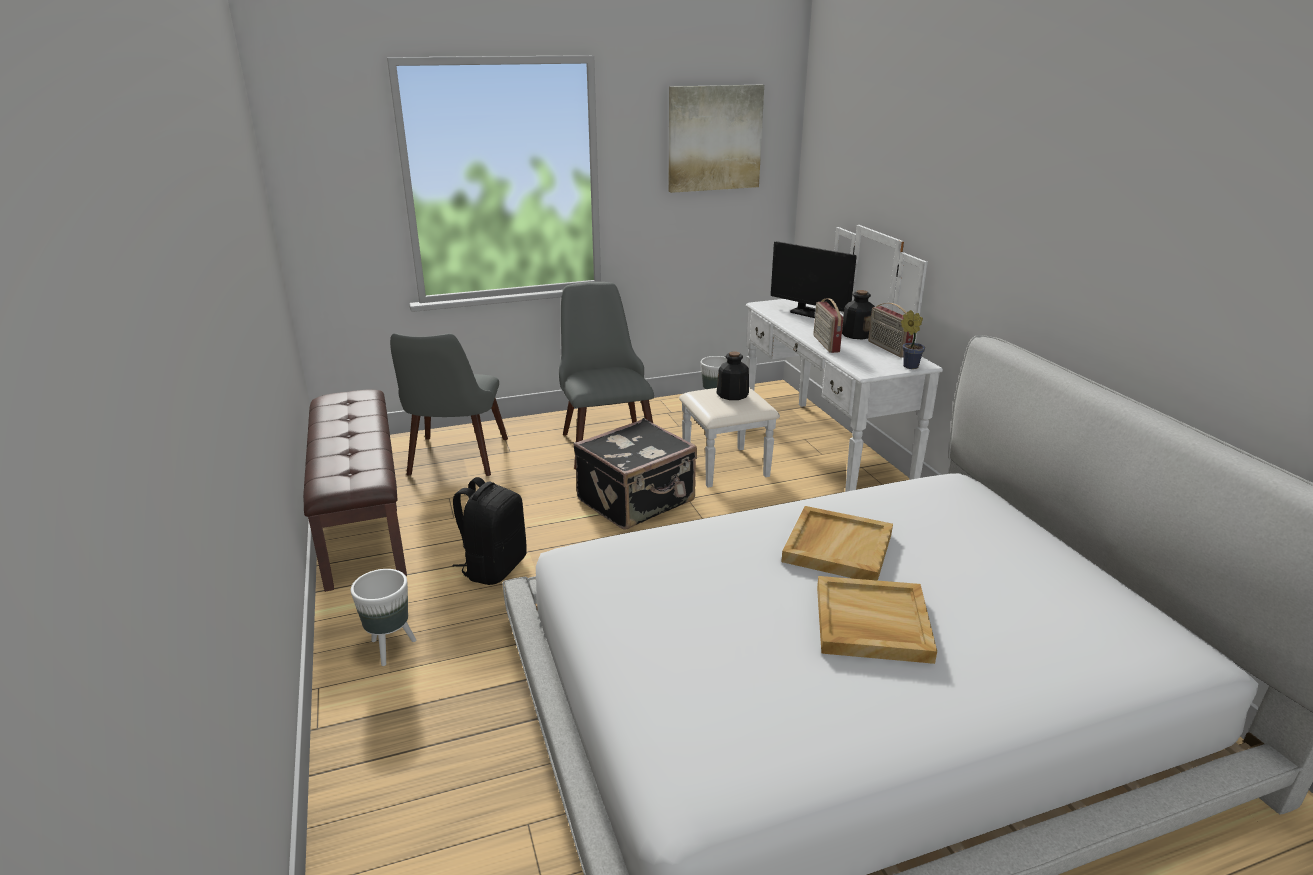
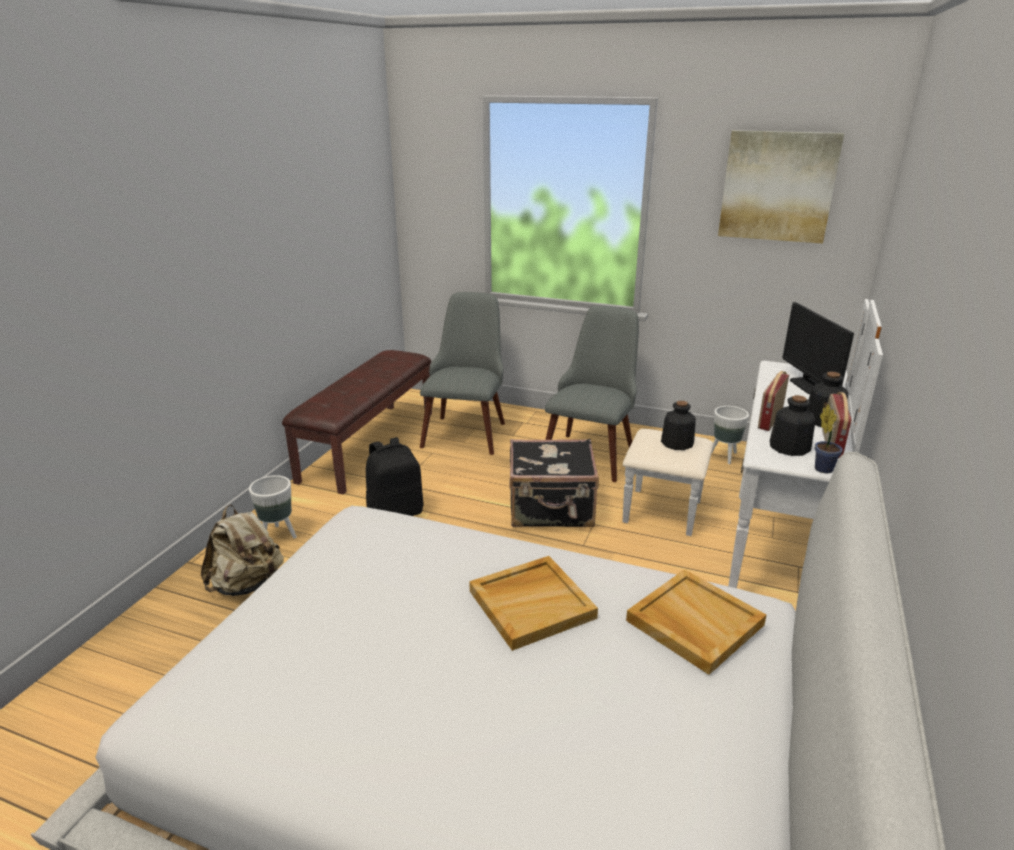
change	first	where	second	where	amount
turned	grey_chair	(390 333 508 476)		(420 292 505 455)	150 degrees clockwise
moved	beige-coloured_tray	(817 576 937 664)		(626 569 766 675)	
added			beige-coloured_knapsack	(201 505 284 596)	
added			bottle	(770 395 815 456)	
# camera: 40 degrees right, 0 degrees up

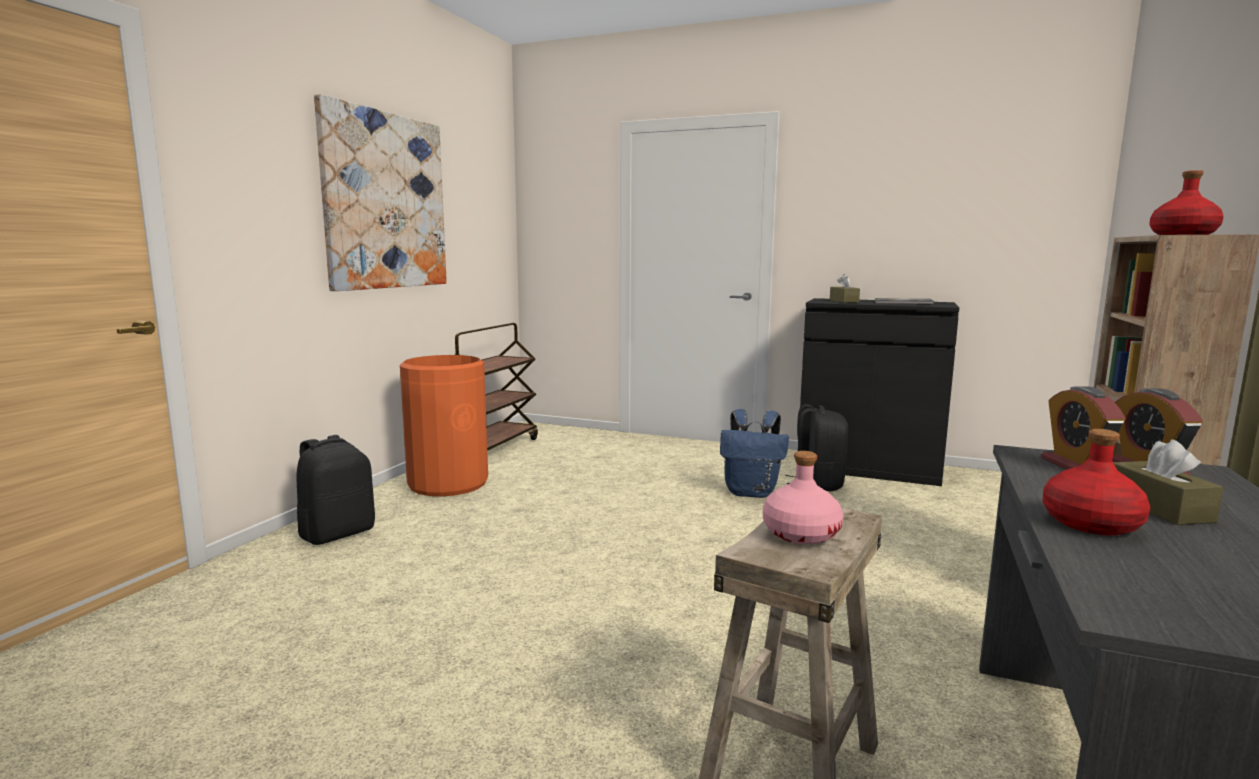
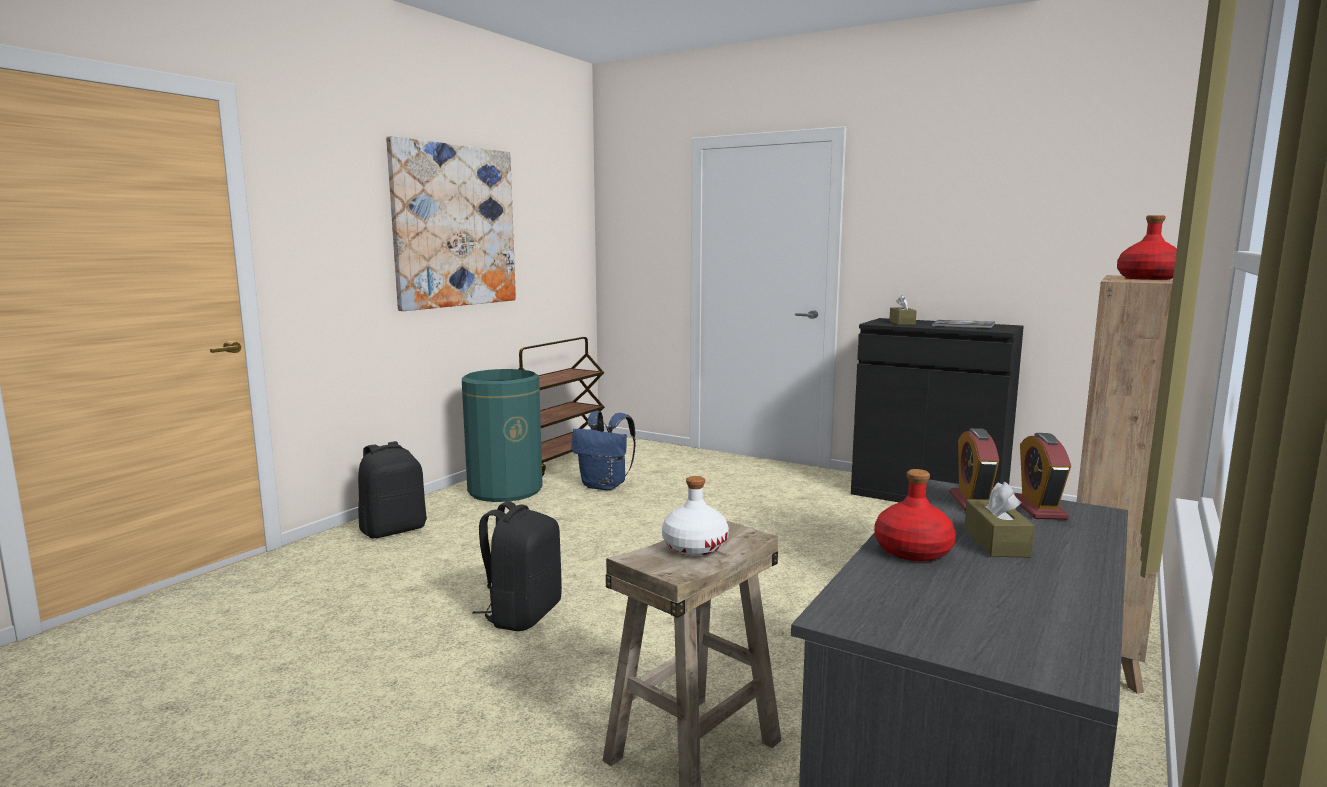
change	first	where	second	where	amount
recoloured	orange-coloured_rubbish_bin	(400 355 488 497)	green-coloured_rubbish_bin	(462 369 543 502)	
moved	blue_knapsack	(720 409 789 498)		(572 411 636 491)	
recoloured	pink-coloured_bottle	(763 451 843 544)	whitish_bottle	(662 476 729 555)	
moved	black_knapsack	(785 404 848 491)		(472 501 562 631)	
# camera: 10 degrees right, 0 degrees up

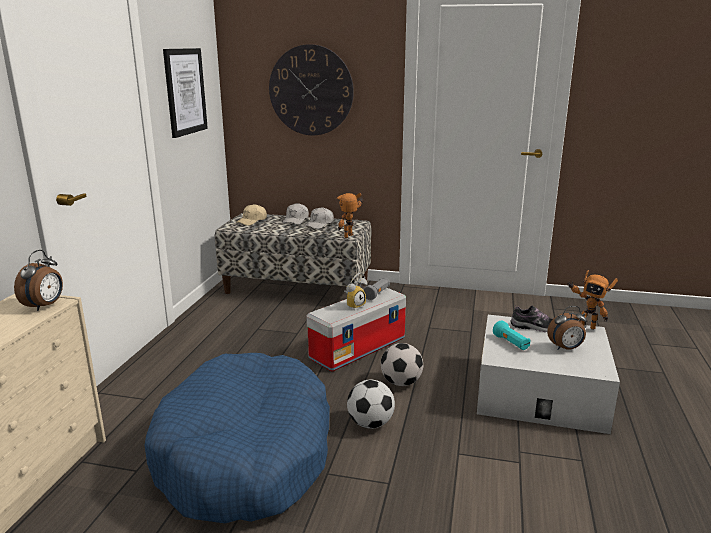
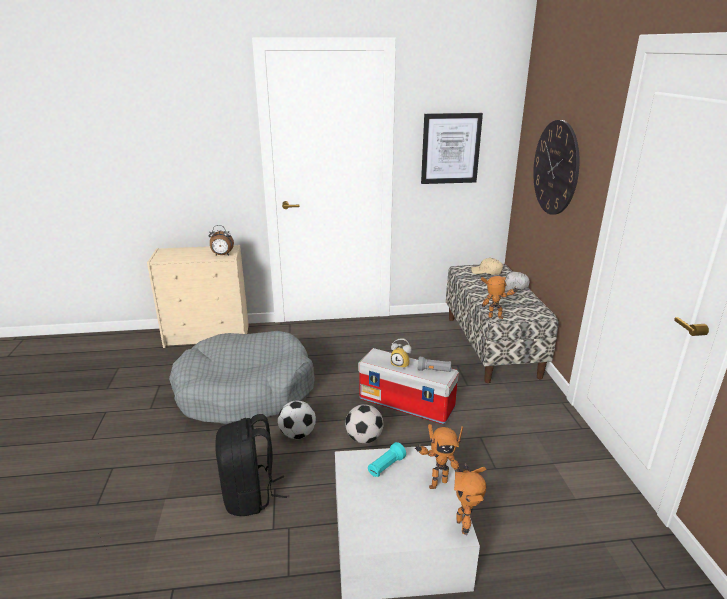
change	first	where	second	where	amount
recoloured	blue_dog_cushion	(144 353 330 523)	grey_dog_cushion	(169 331 315 424)	
removed	whitish_peaked_cap	(304 207 334 229)			
replaced	shoe	(510 305 553 332)	toy_robot	(415 424 463 489)	
removed	bedside_clock	(547 306 587 350)			
added			black_knapsack	(216 414 287 516)	
# camera: 70 degrees right, 5 degrees up

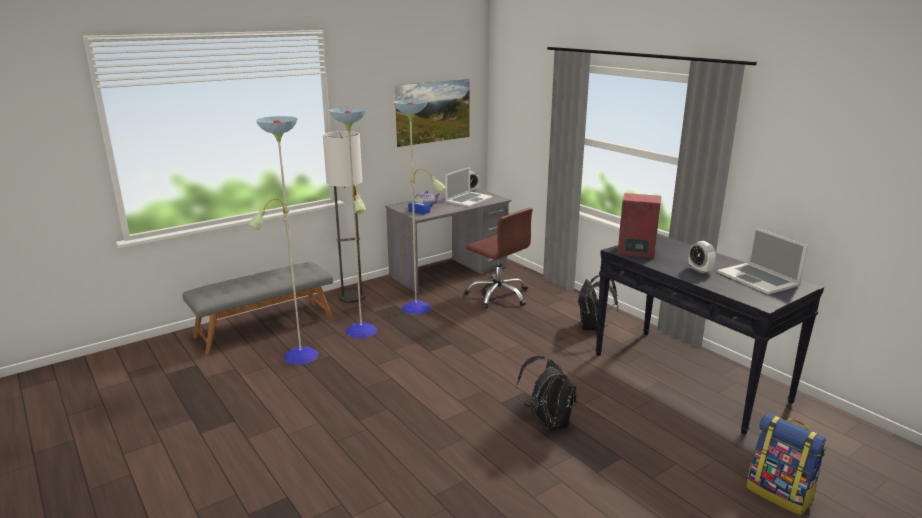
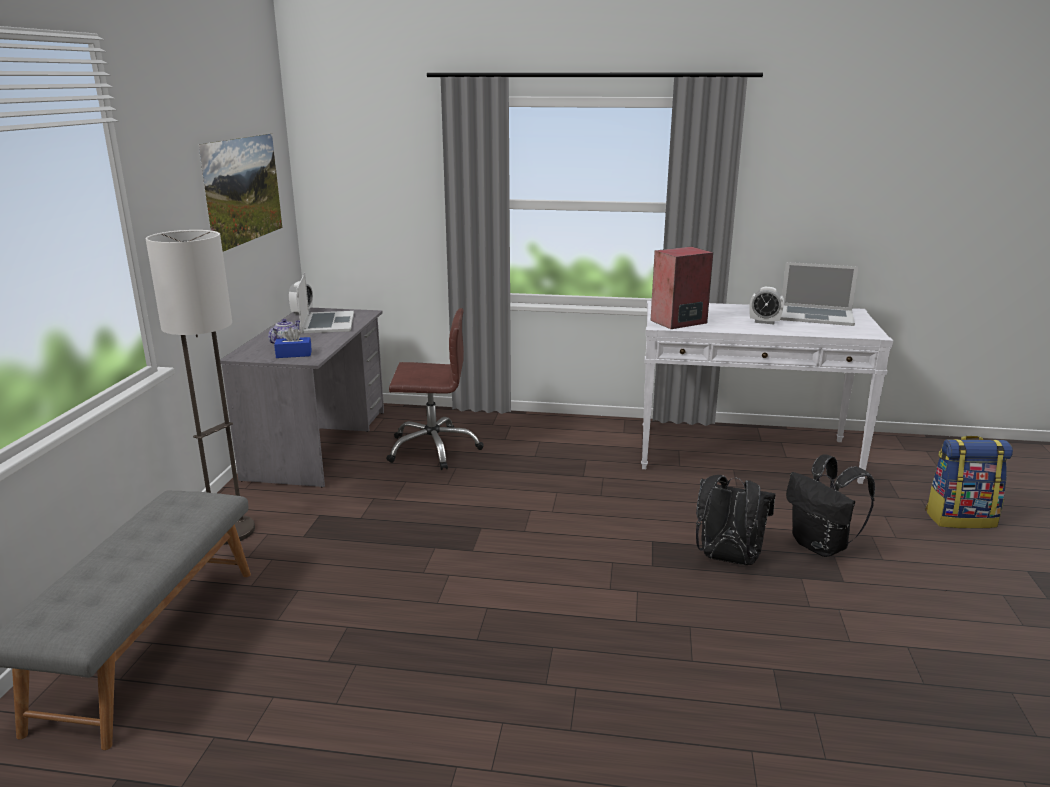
change	first	where	second	where	amount
removed	standard_lamp	(248 99 446 365)			
moved	black_knapsack	(577 275 618 331)		(786 454 875 557)	
recoloured	black_narrow_table	(595 234 824 435)	whitish_narrow_table	(641 301 893 484)	
# camera: 45 degrees left, 0 degrees up

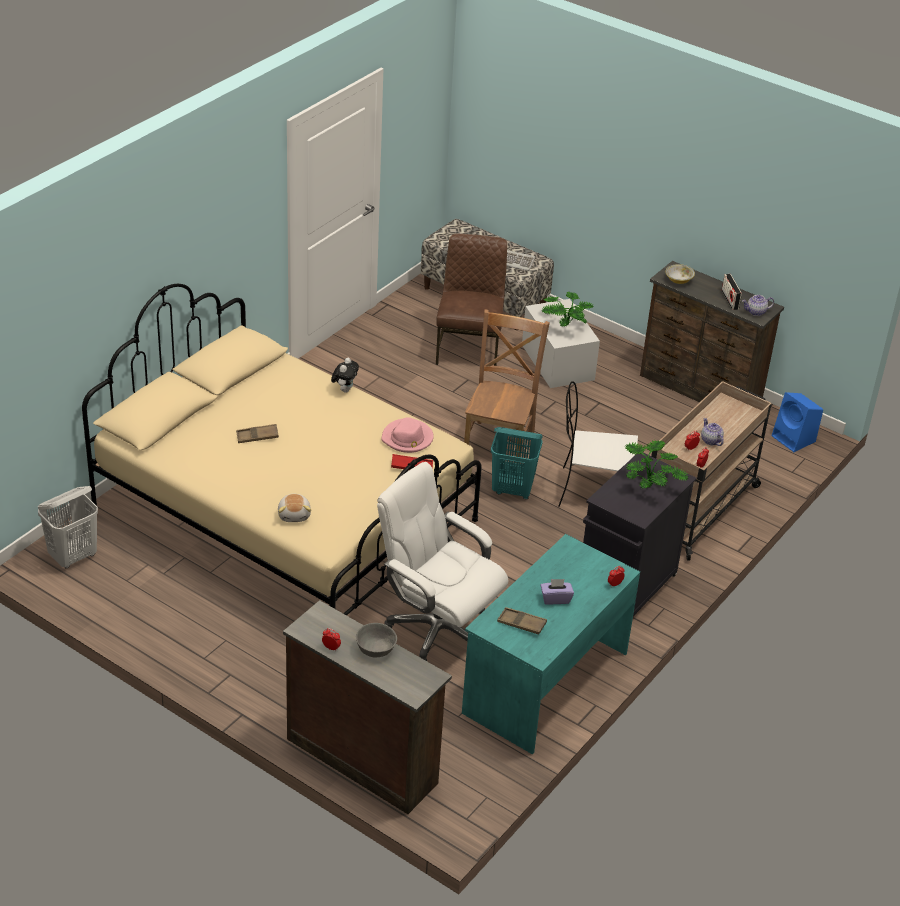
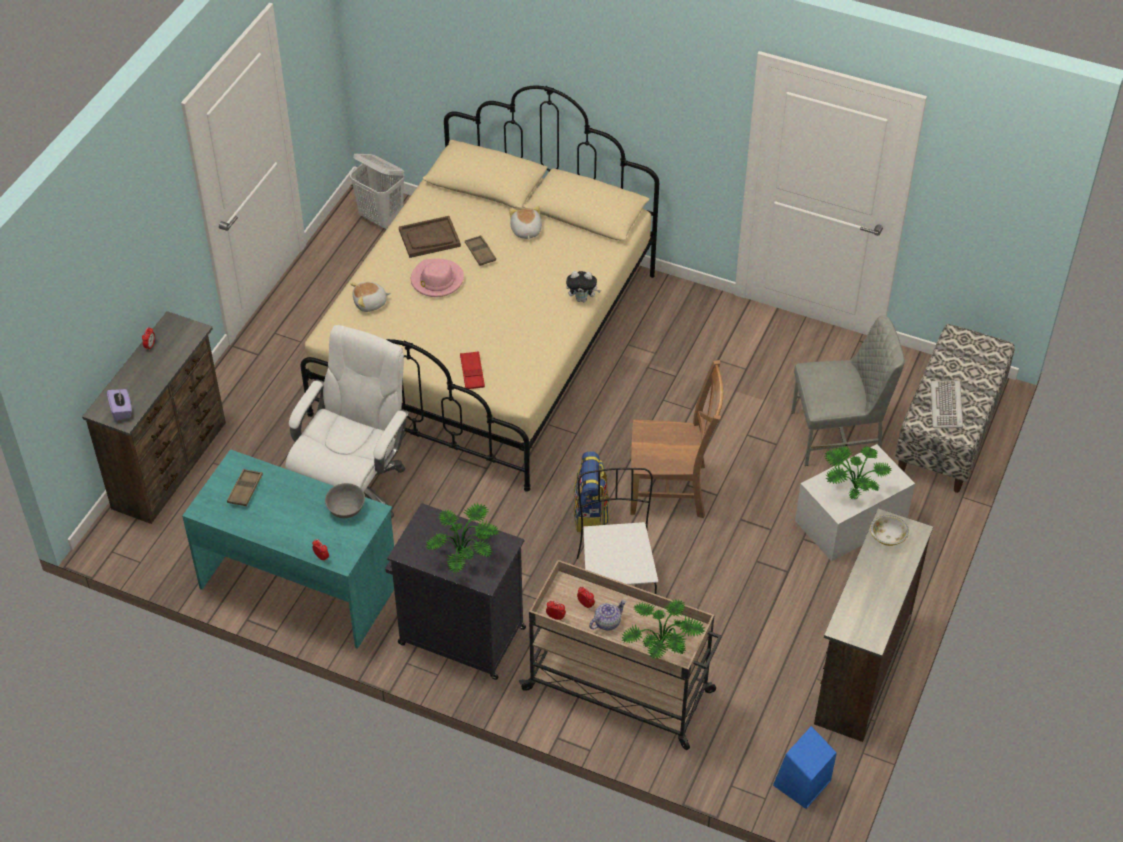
change	first	where	second	where	amount
moved	grey_deep_dish	(356 623 397 658)		(325 483 365 518)	
moved	pink-coloured_wearable_hat	(381 417 434 453)		(411 259 464 297)	
recoloured	brown_chair	(436 233 507 366)	grey_chair	(791 315 905 466)	
replaced	blue-green_hamper	(491 427 543 499)	knapsack	(574 451 609 533)	
moved	purplish_tissue_holder	(540 579 574 605)		(107 389 132 421)	
removed	radio_set	(722 274 742 310)			
removed	pot_for_tea	(742 295 774 316)			
added			brown_tray	(399 216 461 258)	
added			soft_toy	(509 206 542 240)	
added			houseplant	(621 599 705 659)	
# camera: 80 degrees right, 10 degrees up

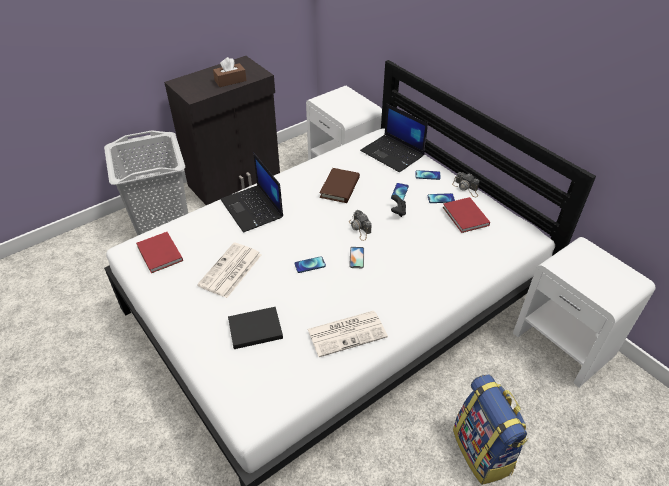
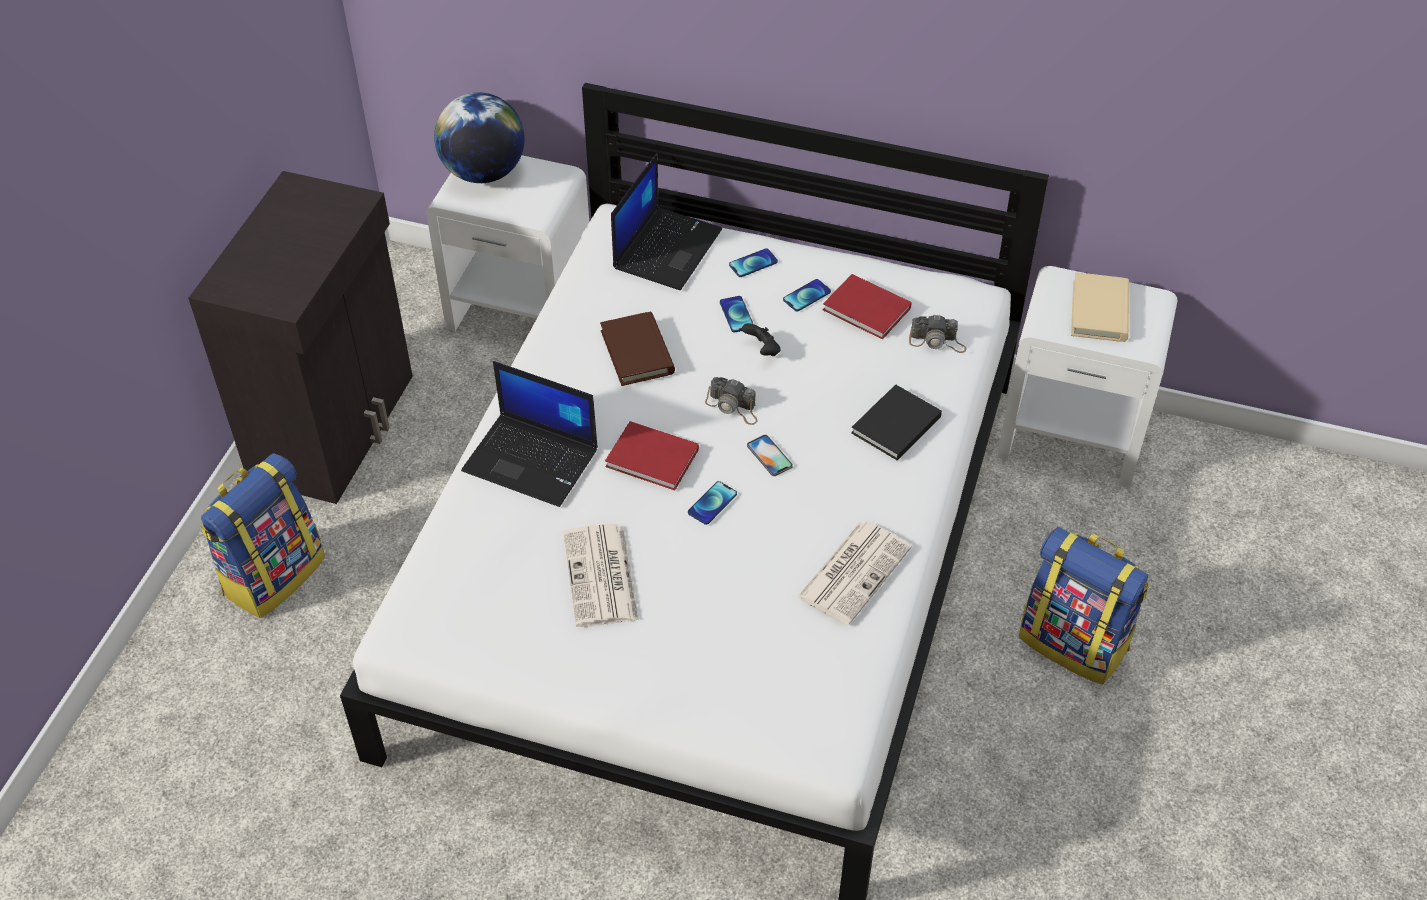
change	first	where	second	where	amount
replaced	grey_hamper	(104 130 188 236)	knapsack	(200 453 325 618)	
moved	red-coloured_volume	(136 232 183 273)		(605 421 699 491)	
removed	brown_tissue_holder	(213 57 247 87)			
moved	black_volume	(228 307 283 349)		(851 384 942 461)	
turned	notebook_computer	(360 103 428 172)		(611 153 722 290)	75 degrees counterclockwise
moved	photo_camera	(452 172 480 197)		(909 314 967 353)	
added			globe	(434 92 525 183)	
added			beige-coloured_volume	(1071 272 1129 342)	
# camera: 35 degrees left, 5 degrees up

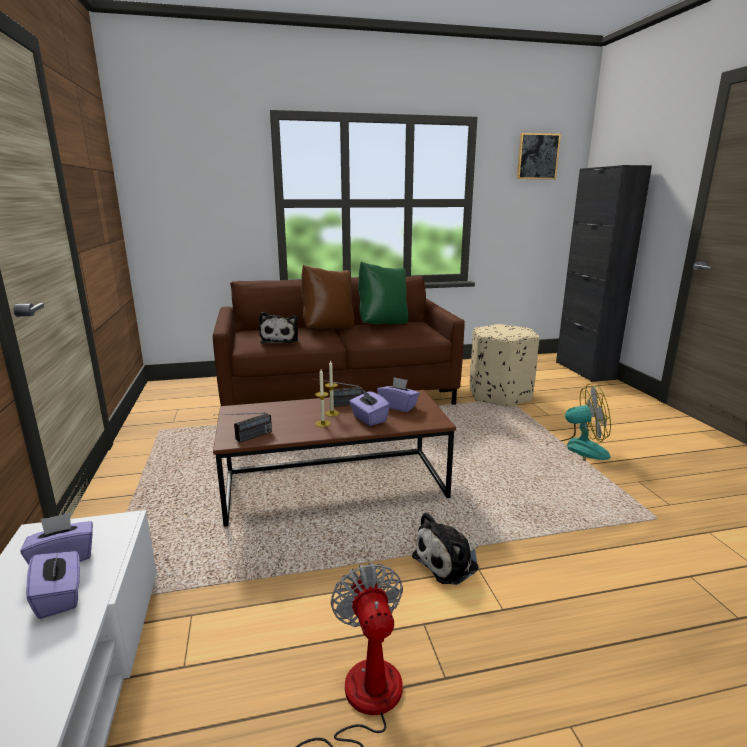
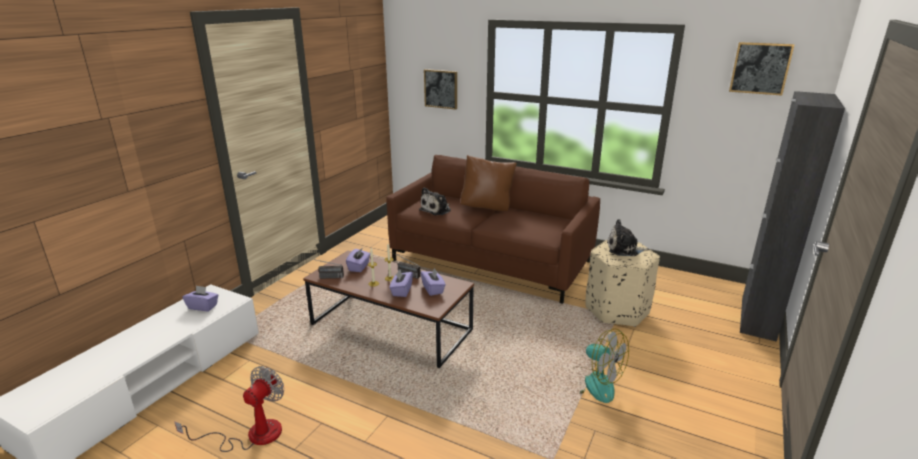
change	first	where	second	where	amount
moved	purplish_tissue_holder	(26 545 80 619)		(346 247 370 272)	
removed	green-coloured_pillow	(358 262 408 324)			
moved	soft_toy	(412 512 479 585)		(607 219 649 256)	
added			wall_art	(424 69 457 110)	
# camera: 40 degrees right, 5 degrees up

